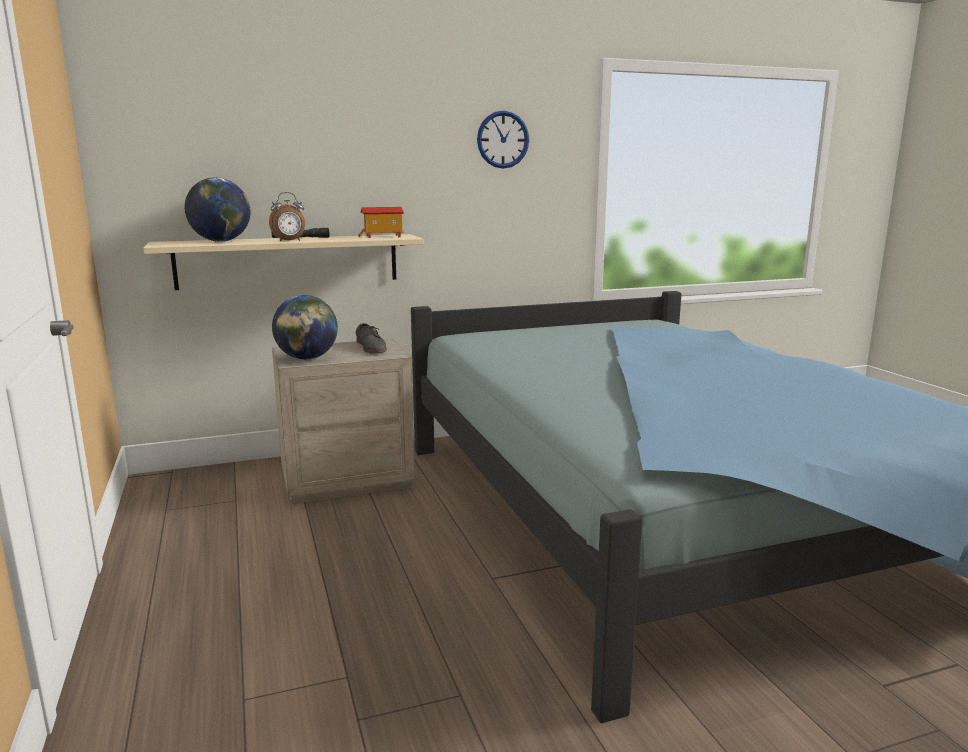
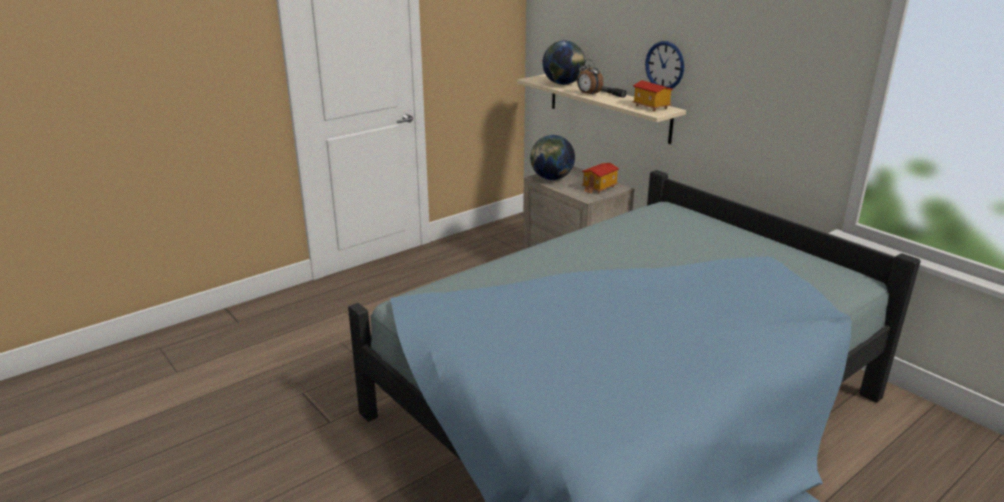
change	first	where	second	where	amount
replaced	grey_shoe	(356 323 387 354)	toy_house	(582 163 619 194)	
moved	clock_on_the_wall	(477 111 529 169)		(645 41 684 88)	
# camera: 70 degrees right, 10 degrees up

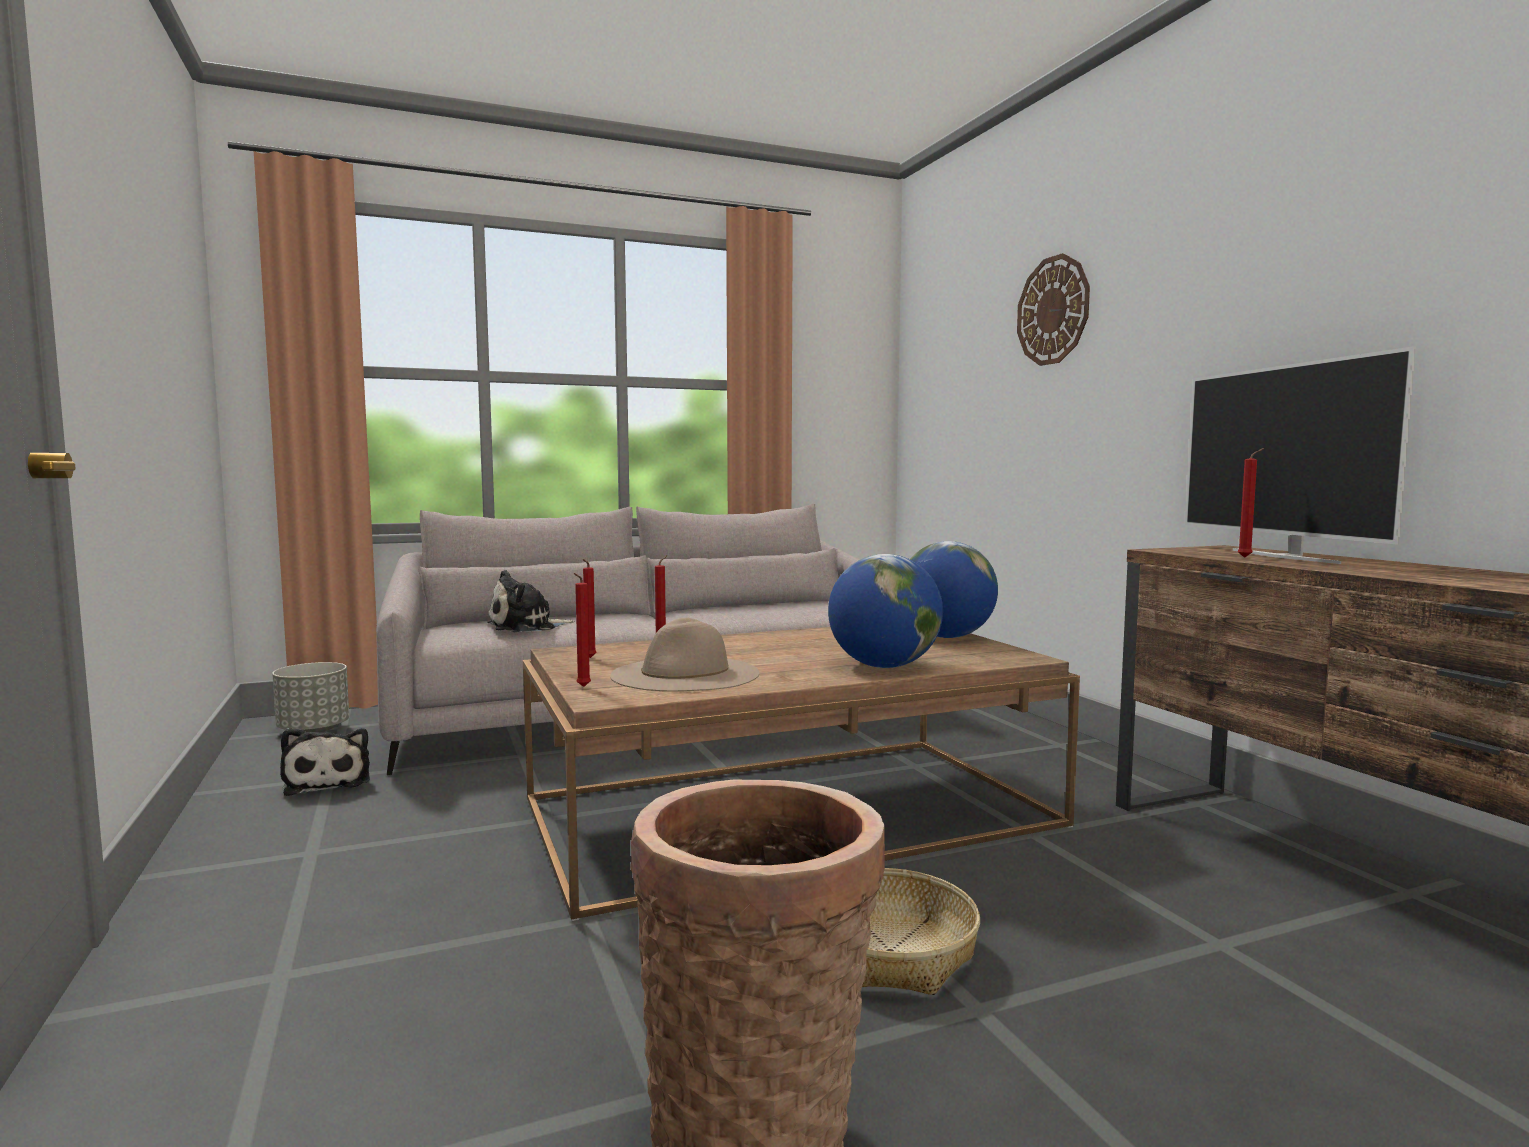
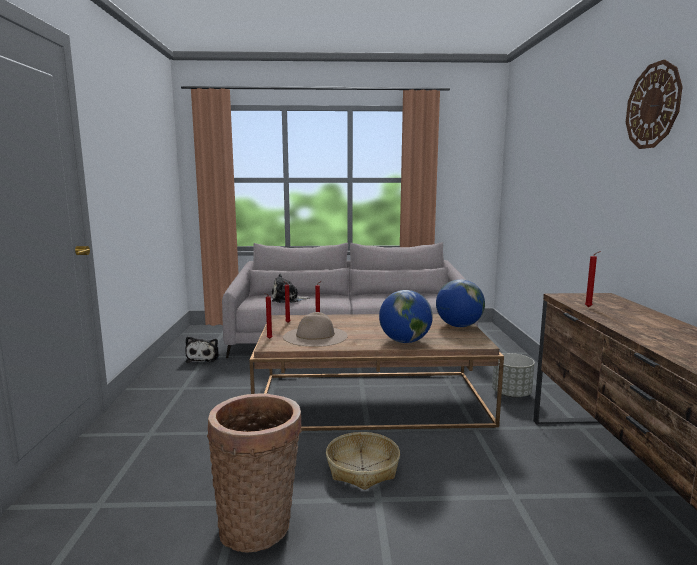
change	first	where	second	where	amount
moved	grey_plant_pot	(272 662 349 733)		(492 353 535 398)	
moved	clock_on_the_wall	(1017 253 1090 366)		(626 59 683 149)	
removed	TV	(1185 346 1416 564)			
# camera: 20 degrees right, 5 degrees up

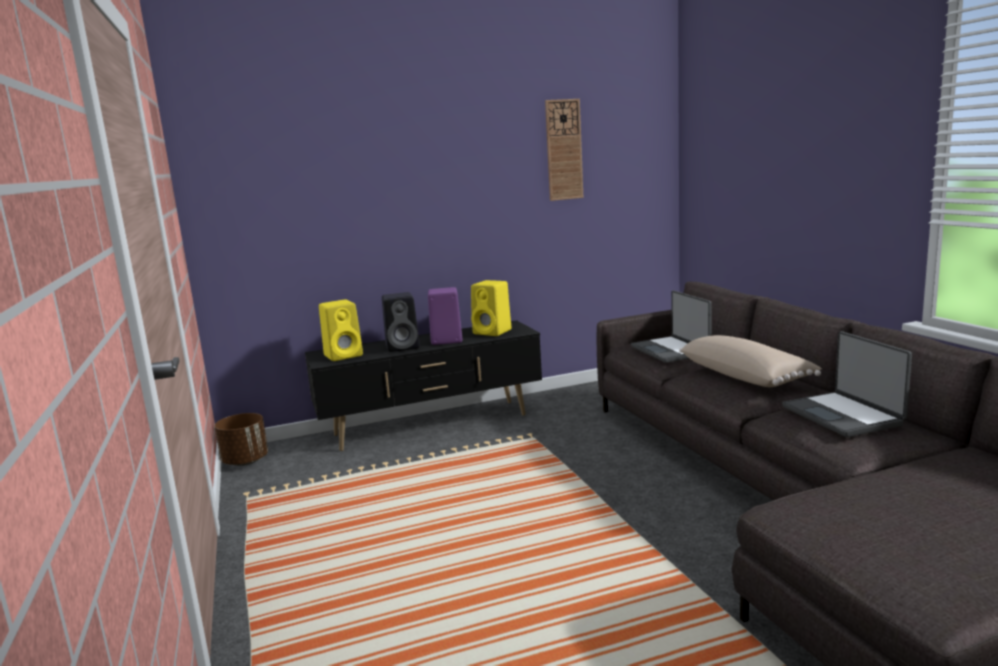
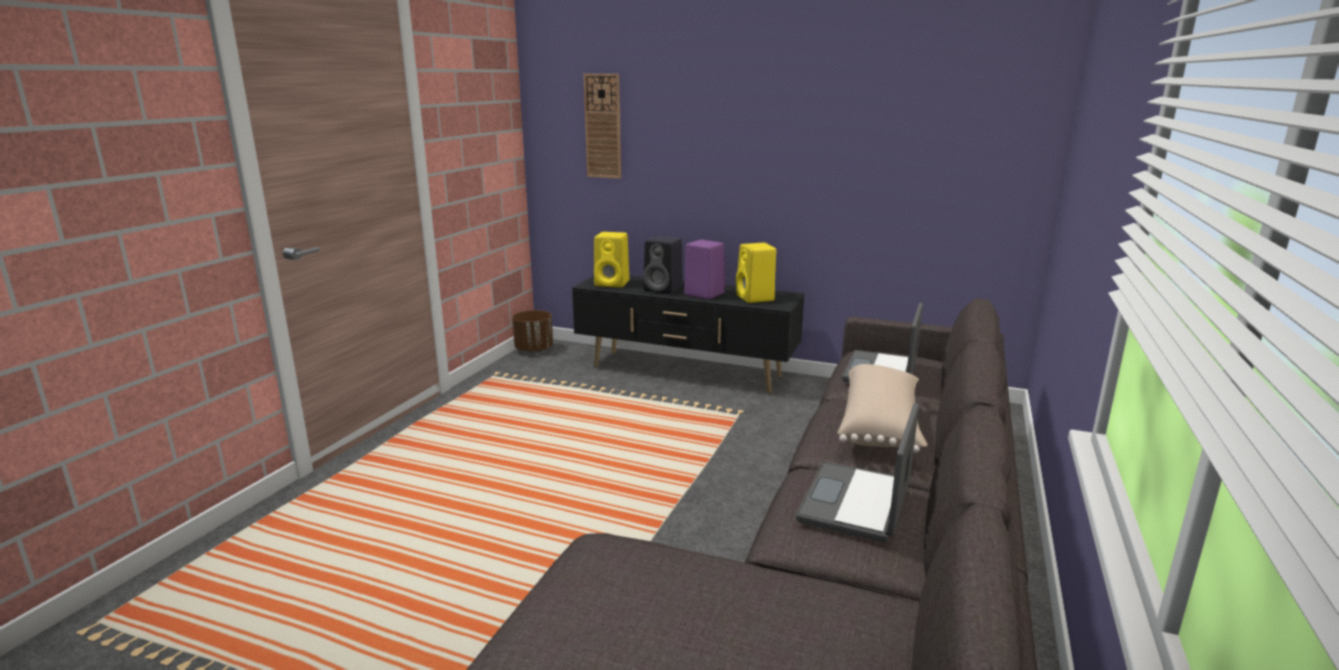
change	first	where	second	where	amount
moved	clock_on_the_wall	(545 99 583 201)		(583 74 621 179)	
# camera: 40 degrees right, 5 degrees up

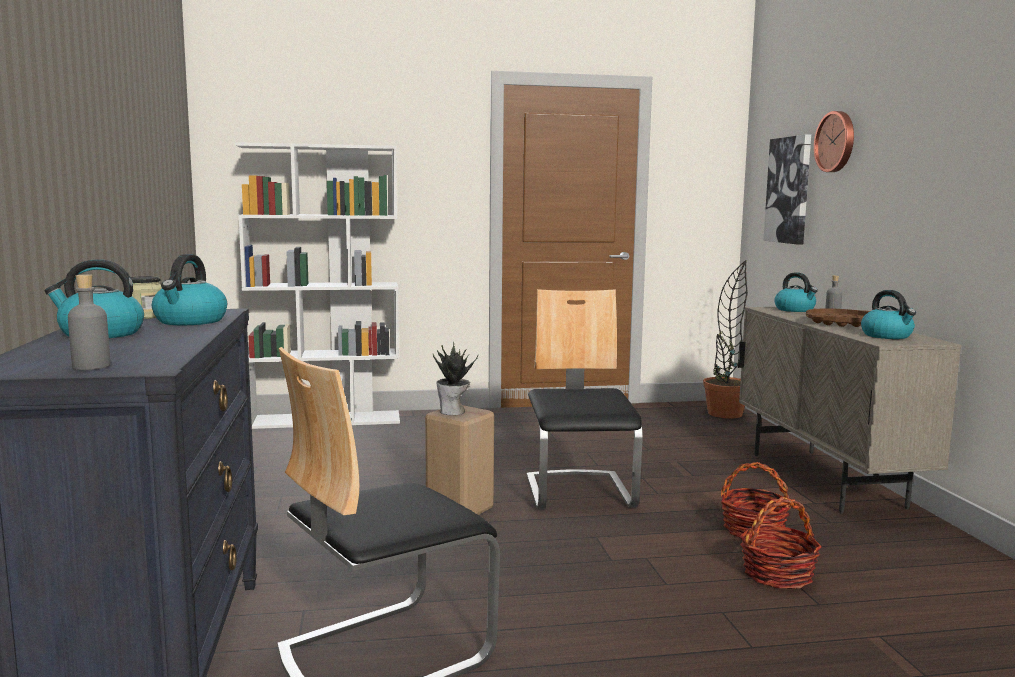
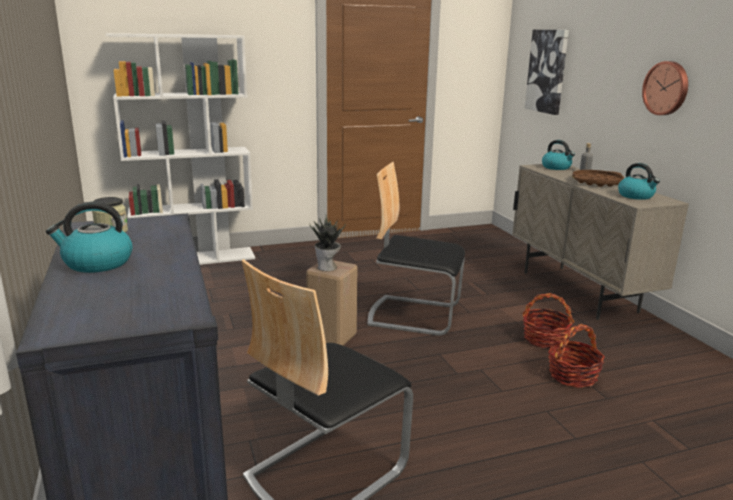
change	first	where	second	where	amount
removed	grey_bottle	(68 274 110 370)			
removed	water_kettle	(152 254 227 325)			
turned	chair	(527 289 643 510)		(368 162 465 336)	60 degrees counterclockwise
removed	houseplant	(703 260 748 419)			
moved	clock_on_the_wall	(814 111 854 172)		(642 61 688 115)	
# camera: 10 degrees left, 10 degrees up

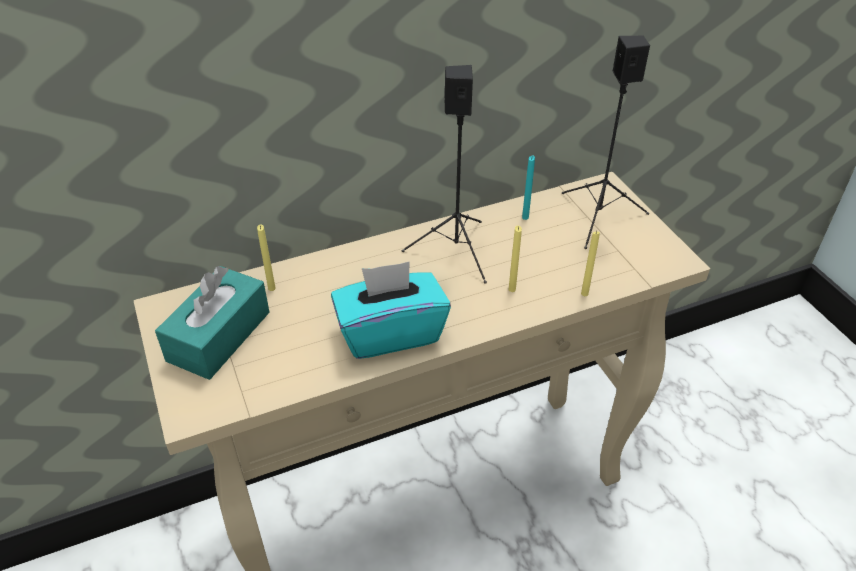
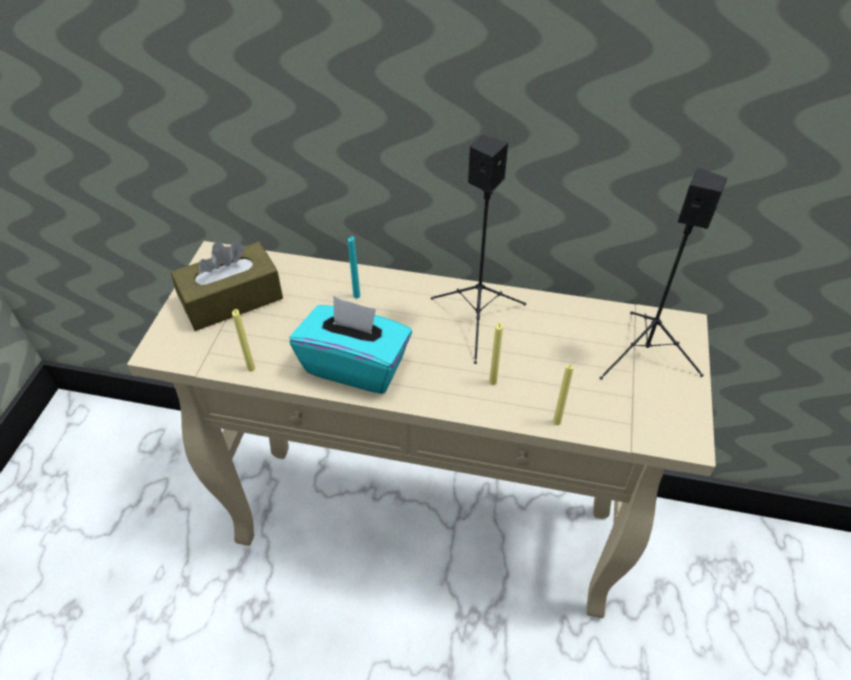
change	first	where	second	where	amount
recoloured	blue-green_tissue_holder	(155 266 270 380)	brown_tissue_holder	(171 241 283 331)	
moved	yellow-coloured_wax_candle	(257 224 276 291)		(232 309 255 372)	
moved	blue-green_wax_candle	(522 156 535 220)		(348 236 360 298)	
# camera: 35 degrees right, 5 degrees up

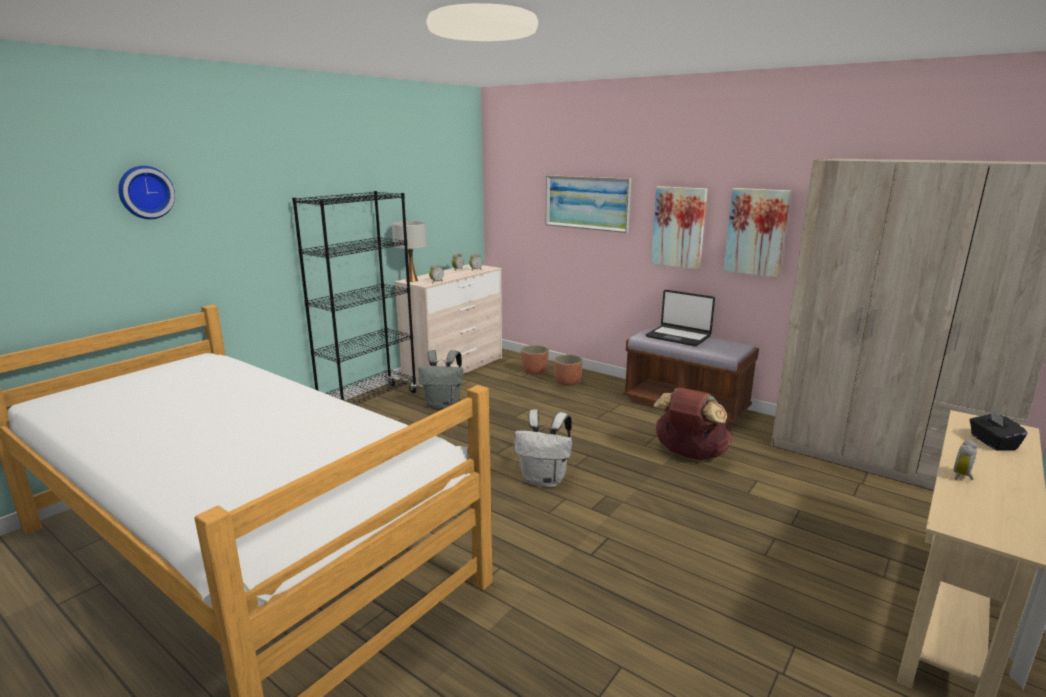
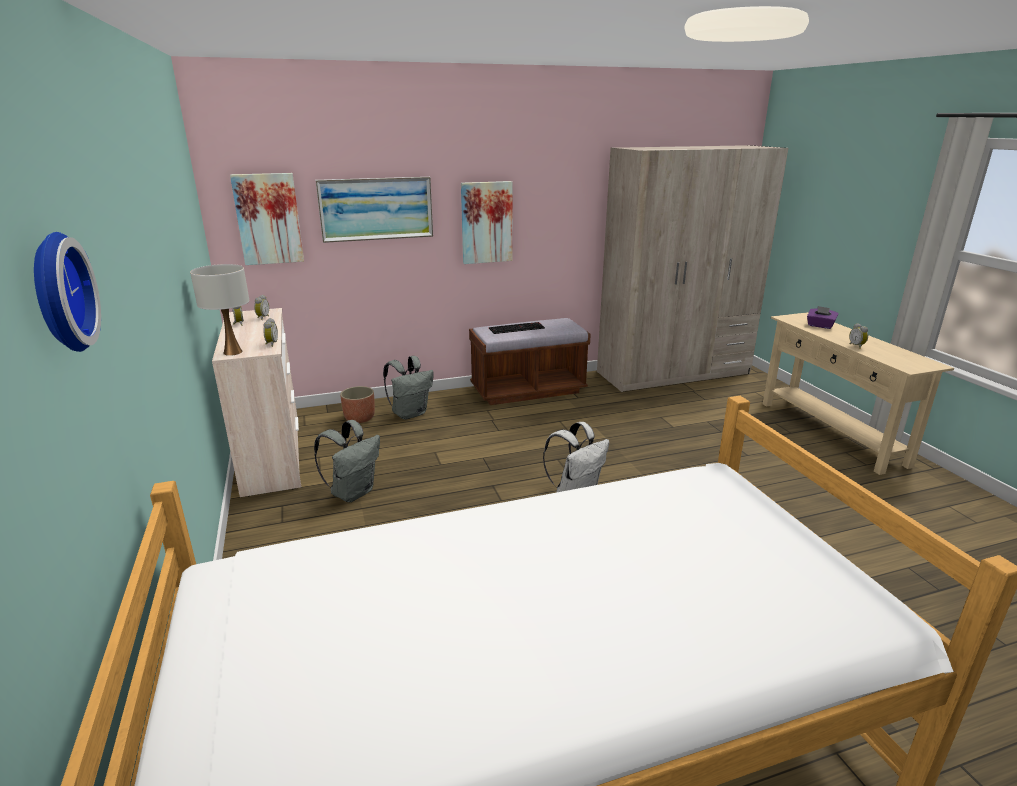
change	first	where	second	where	amount
removed	black_shelving_unit	(292 191 417 405)			
replaced	plant_pot	(554 354 583 386)	grey_knapsack	(383 356 434 420)	
replaced	notebook_computer	(646 290 715 346)	computer_keyboard	(489 322 545 334)	
removed	brown_knapsack	(653 388 732 460)			
moved	wall_art	(723 188 791 278)		(230 173 304 265)	
recoloured	black_tissue_holder	(970 409 1027 451)	purplish_tissue_holder	(807 306 839 329)	
# camera: 55 degrees left, 5 degrees up

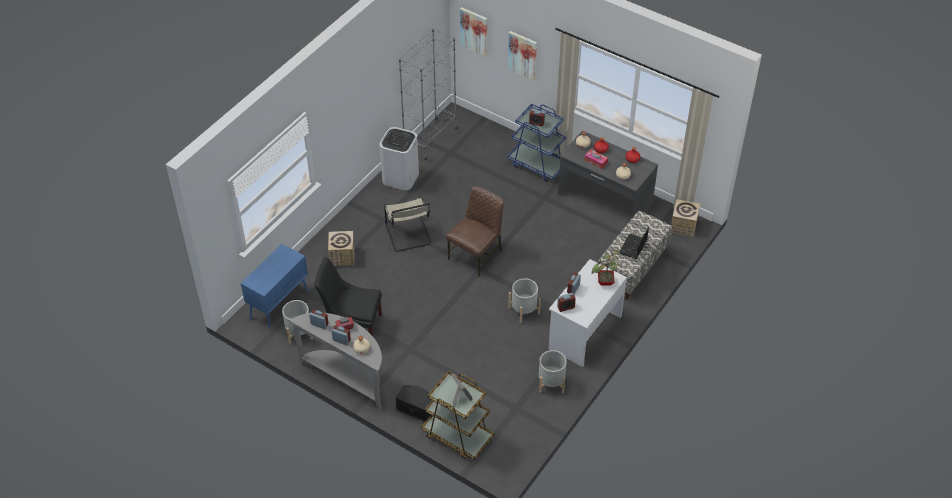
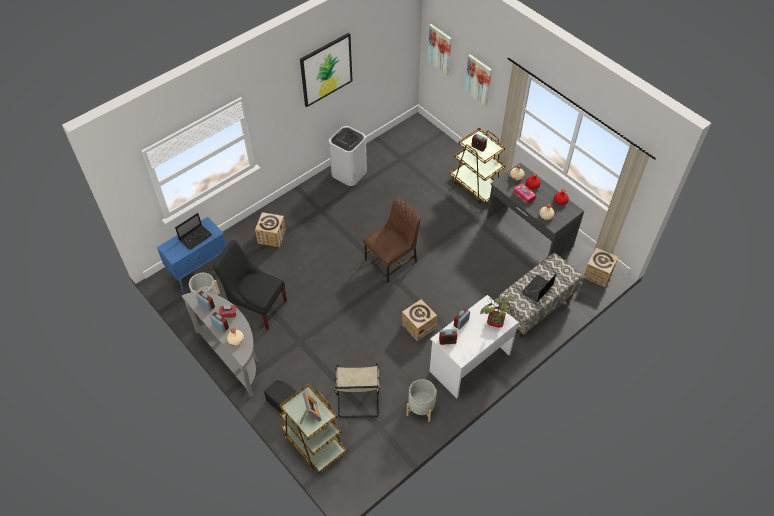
change	first	where	second	where	amount
moved	beige-coloured_chair	(384 196 431 252)		(334 363 380 418)	
removed	grey_shelving_unit	(399 28 458 160)			
recoloured	blue_wheeled_cart	(507 104 566 182)	brown_wheeled_cart	(450 128 505 204)	
replaced	grey_plant_pot	(508 278 541 323)	carton	(402 299 437 341)	
added			notebook_computer	(175 213 212 250)	
added			wall_art	(300 33 352 107)	
# camera: 15 degrees right, 5 degrees up

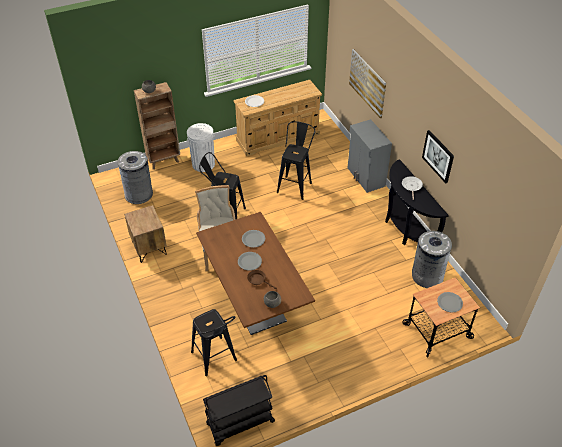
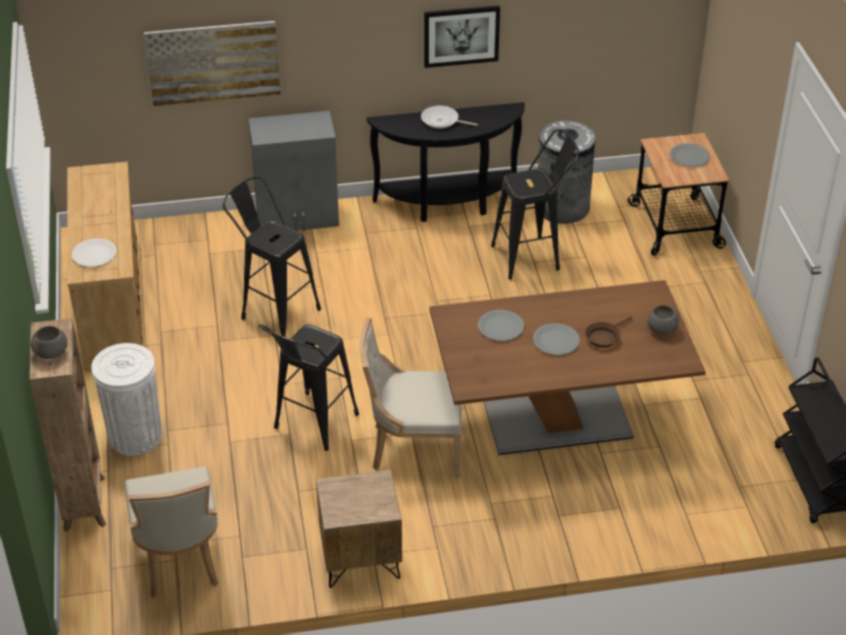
change	first	where	second	where	amount
replaced	grey_rubbish_bin	(117 151 153 204)	beige-coloured_chair	(125 466 218 598)	
moved	black_stool_seat	(191 309 237 376)		(491 129 579 280)	
# camera: 75 degrees left, 5 degrees down

